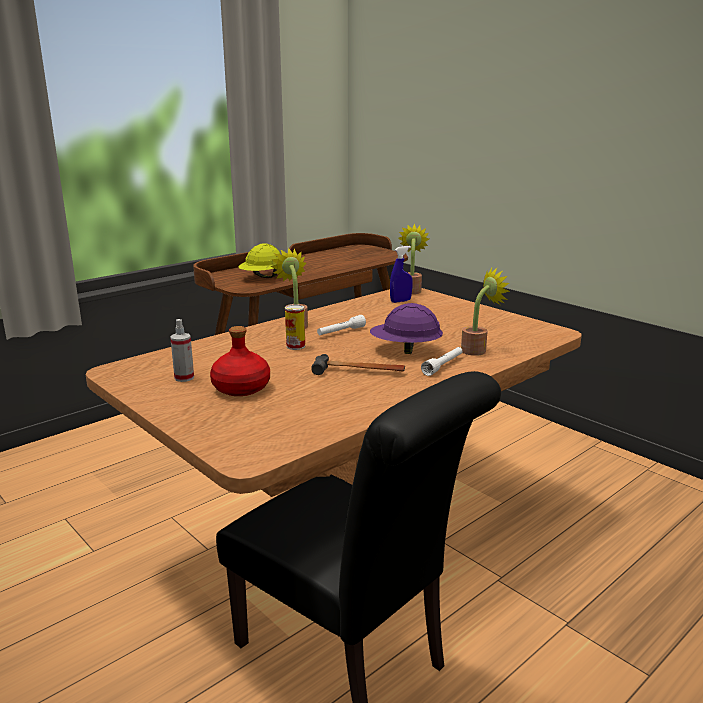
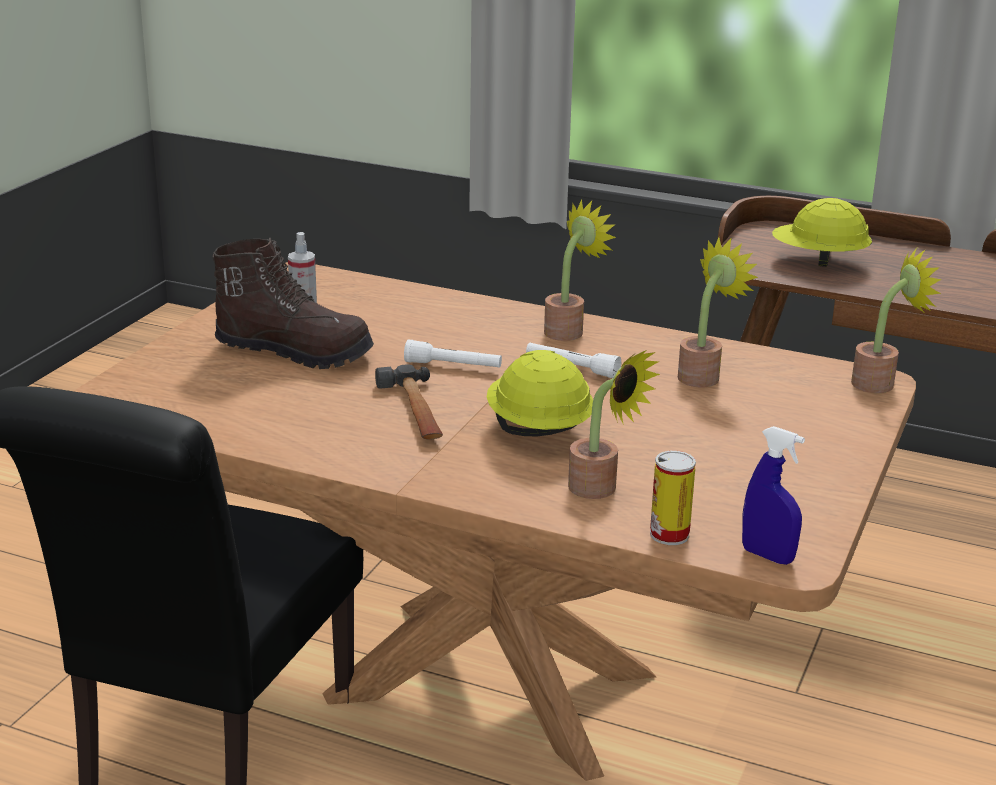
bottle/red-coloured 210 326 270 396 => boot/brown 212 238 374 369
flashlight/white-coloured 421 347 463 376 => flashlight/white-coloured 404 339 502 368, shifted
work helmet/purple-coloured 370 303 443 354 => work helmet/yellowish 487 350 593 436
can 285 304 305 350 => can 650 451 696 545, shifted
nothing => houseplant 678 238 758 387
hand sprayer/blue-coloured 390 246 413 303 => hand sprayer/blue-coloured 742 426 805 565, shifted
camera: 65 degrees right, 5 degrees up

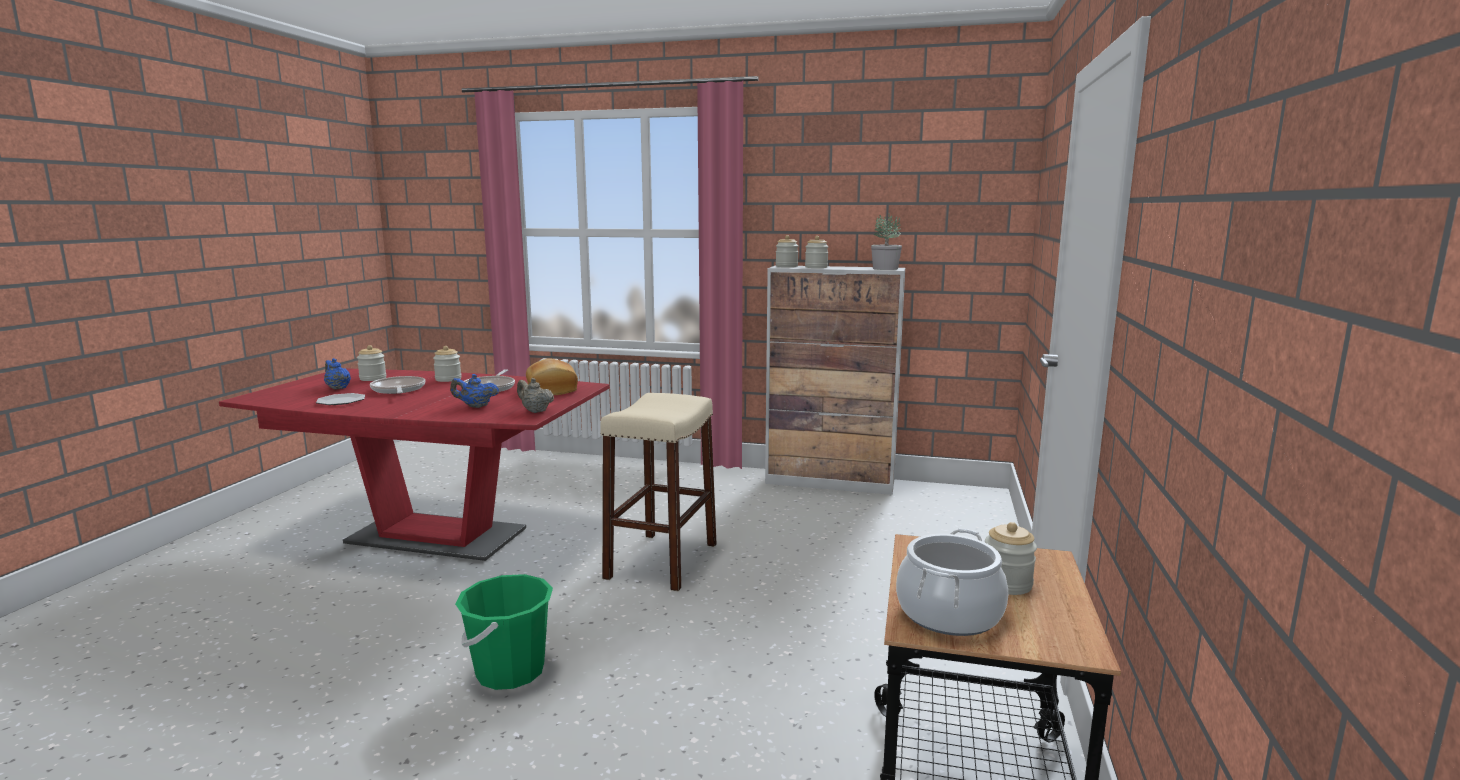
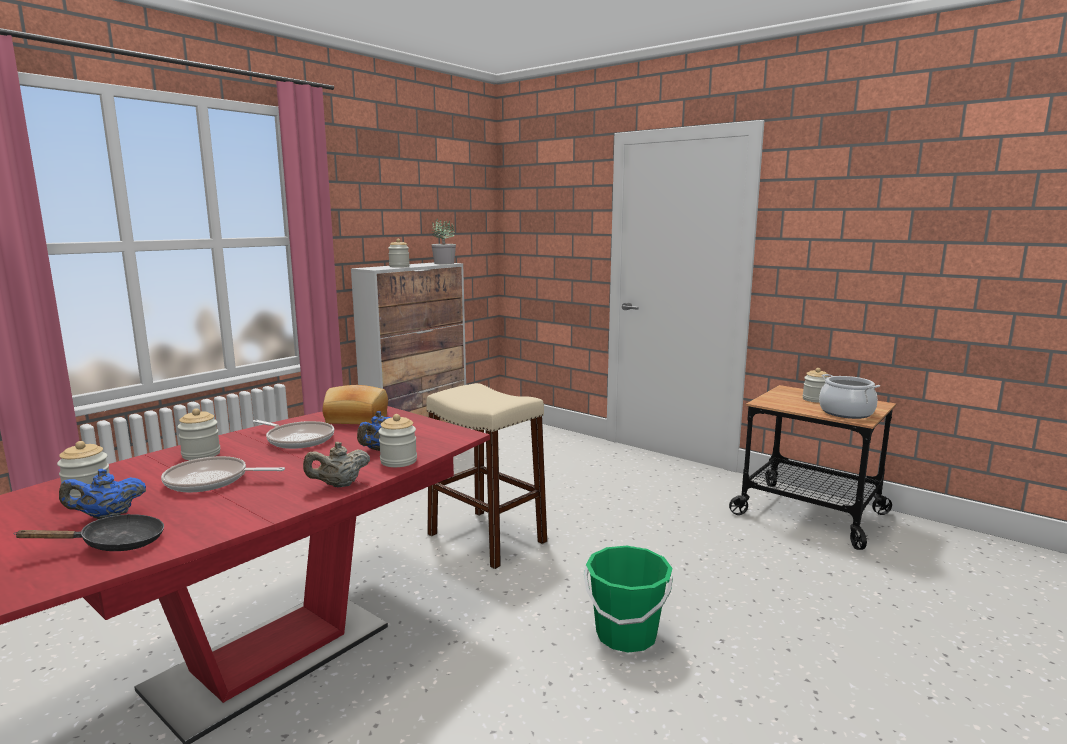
nothing => frying pan/black 15 514 164 551
pot for tea/beige-coloured 517 378 554 413 => pot for tea/beige-coloured 303 442 370 487, shifted
storage jar 776 235 798 267 => storage jar 378 414 417 467, shifted
dinner plate 316 393 365 405 => nothing
camera: 65 degrees left, 0 degrees up

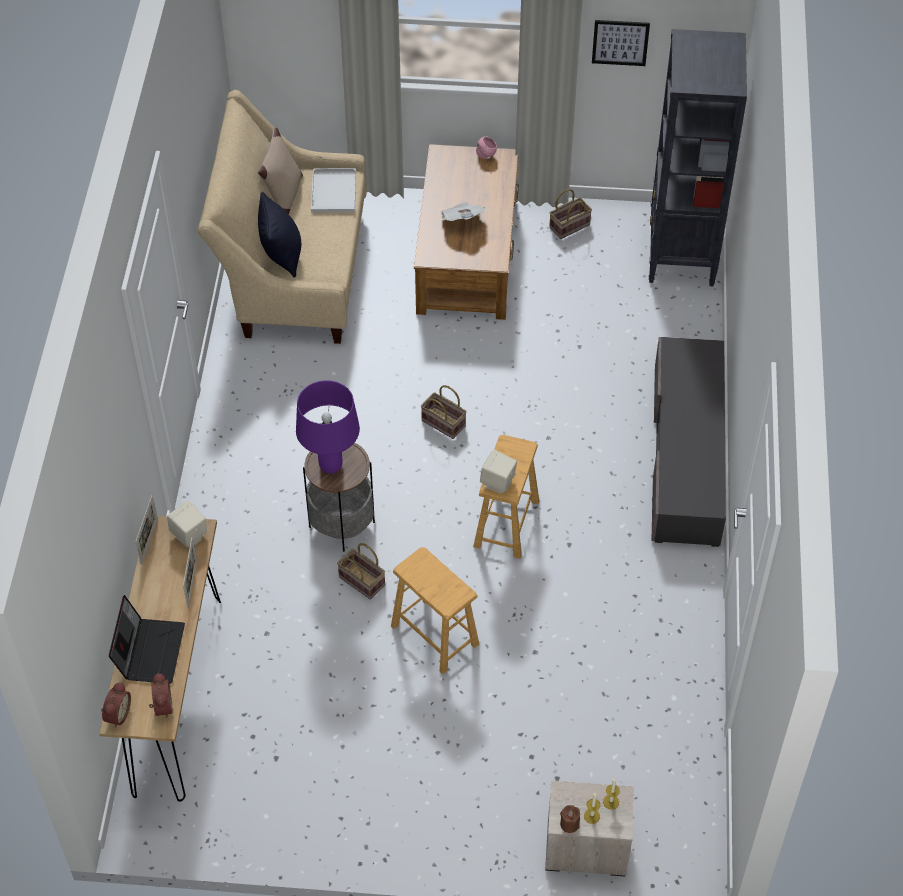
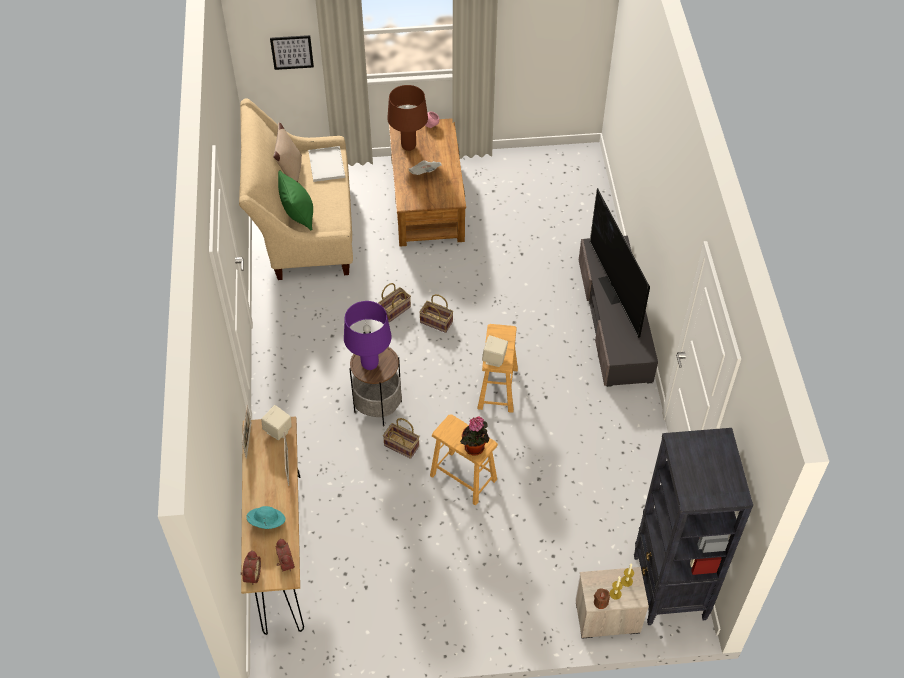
laptop 109 595 185 684 => clothing hat/blue-green 246 506 285 529
picture 592 20 650 66 => picture 270 35 314 70, shifted
pillow/black 258 192 301 278 => pillow/green 278 170 313 231
storage basket 549 189 592 239 => storage basket 378 283 411 322, shifted
nothing => lamp for a table/brown 387 85 428 151
nothing => houseplant 460 416 490 456
nothing => TV 590 188 650 338
bookshelf/black 649 29 747 286 => bookshelf/black 634 428 753 625, shifted
camera: 10 degrees left, 0 degrees up

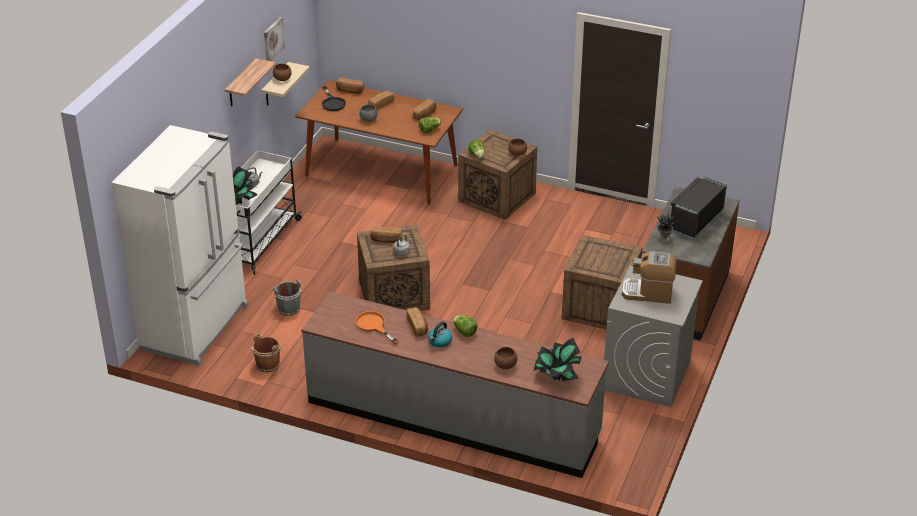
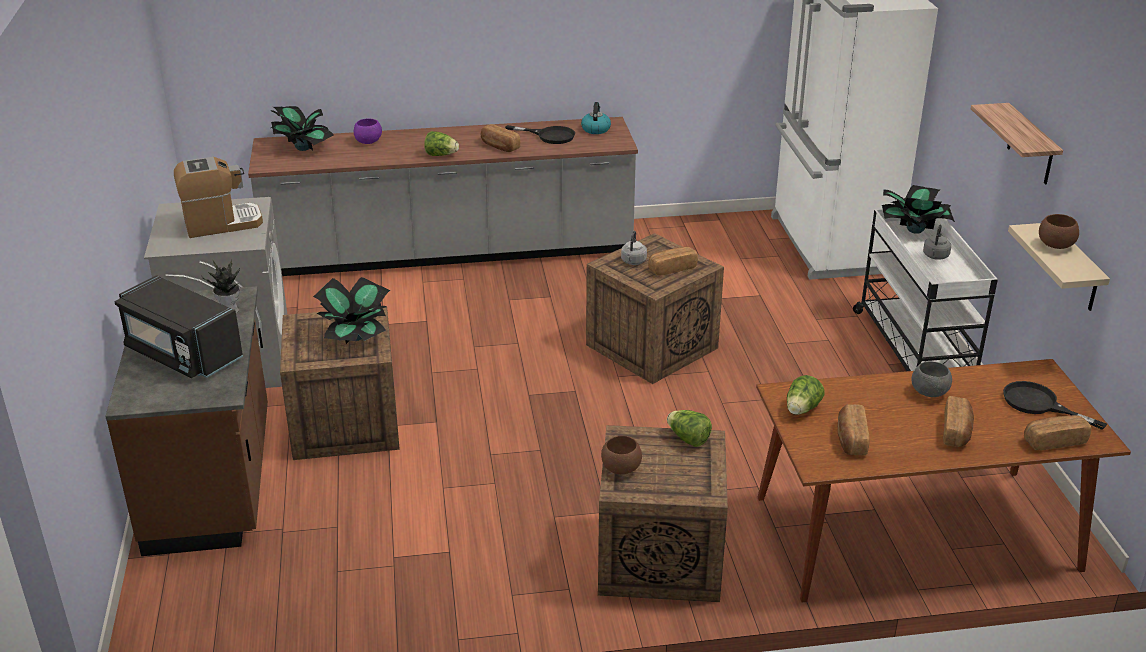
microwave/black 670 177 727 239 => microwave/black 114 275 243 378, 120 degrees clockwise
nothing => houseplant 313 277 390 344
bowl/brown 494 347 517 369 => bowl/purple-coloured 354 119 382 144
frying pan/orange-coloured 355 311 399 344 => frying pan/black 505 125 575 144
tea kettle 428 321 452 348 => tea kettle 581 102 611 134, shifted
bucket/brown 251 334 283 373 => nothing
picture 264 17 285 61 => nothing
bucket/greyish 272 280 301 316 => nothing
camera: 150 degrees right, 5 degrees down

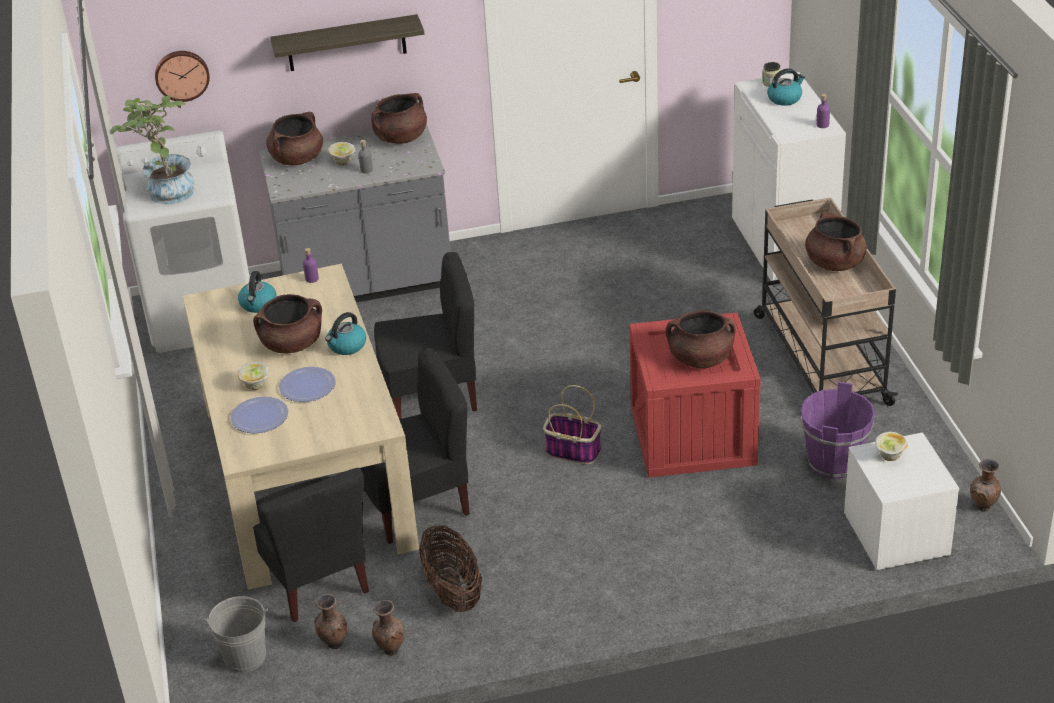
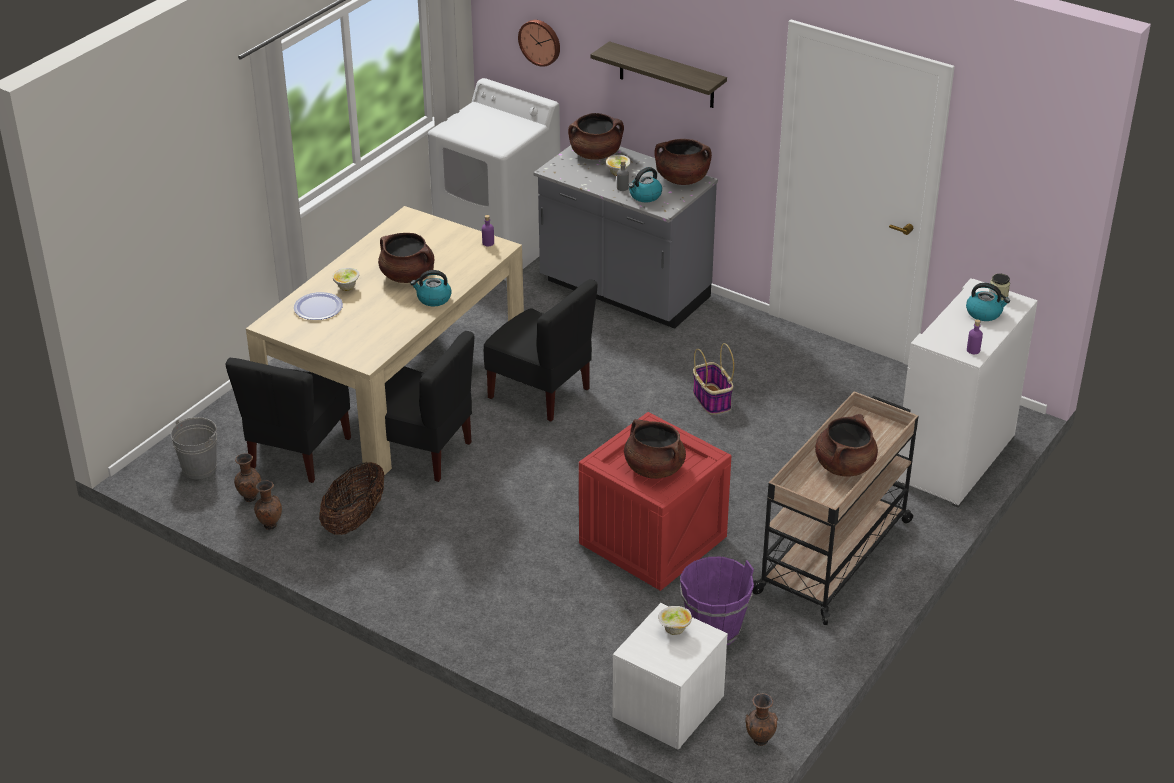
tea kettle 238 271 277 313 => tea kettle 628 167 662 202, shifted
storage basket 543 385 601 464 => storage basket 693 343 734 415, shifted
houseplant 111 95 194 204 => nothing
dinner plate 279 367 336 402 => nothing
camera: 45 degrees right, 0 degrees up

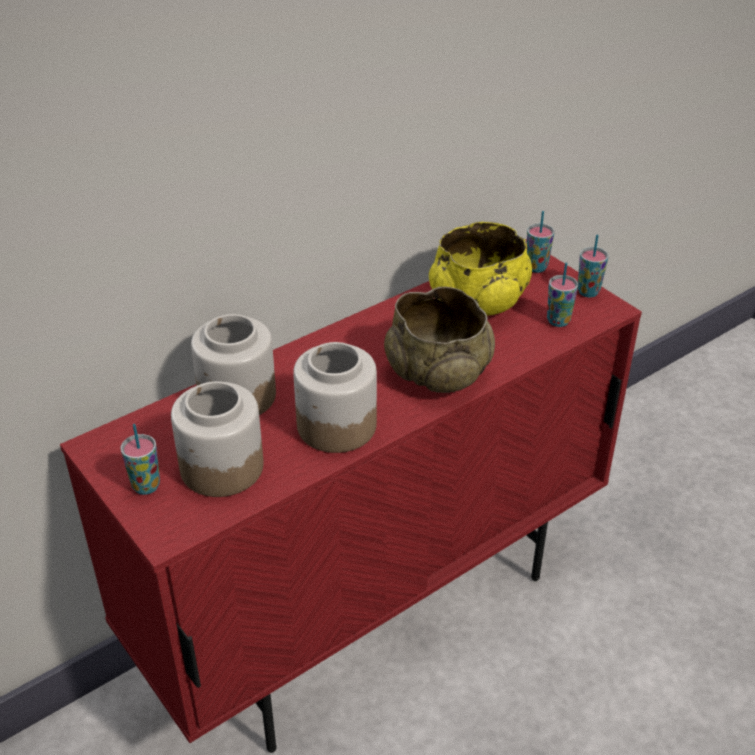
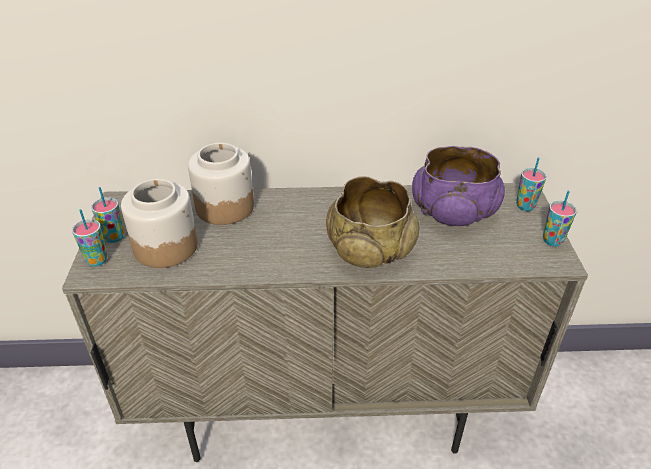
storage cabinet/red-coloured 60 239 642 753 => storage cabinet/beige-coloured 62 183 588 462
small cup 547 263 578 327 => small cup 72 209 107 267, shifted
bowl/yellowish 429 221 532 316 => bowl/purple-coloured 412 146 505 226
storage jar 293 342 377 453 => nothing
camera: 35 degrees right, 0 degrees up

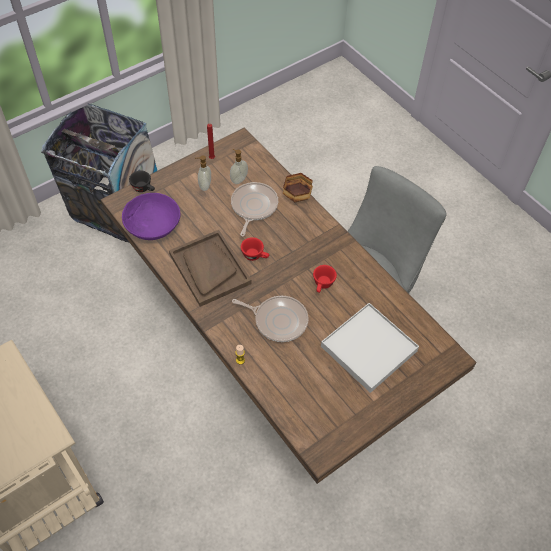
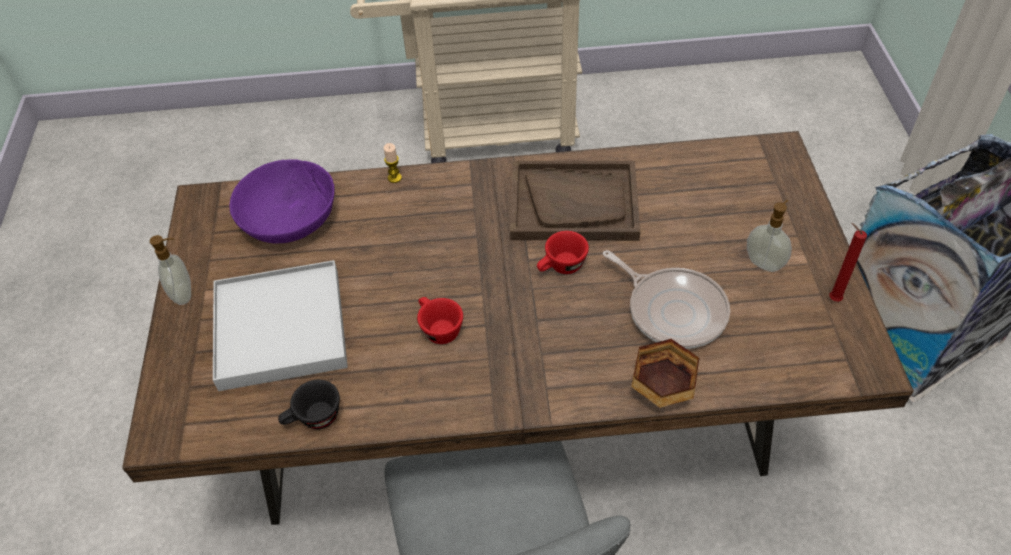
soap bottle 230 149 248 184 => soap bottle 150 235 191 305, shifted
bowl/purple-coloured 122 193 181 240 => bowl/purple-coloured 230 160 335 243, shifted
small cup/black 129 171 155 192 => small cup/black 278 380 340 429, shifted
frying pan 232 296 309 342 => nothing
camera: 125 degrees right, 5 degrees down

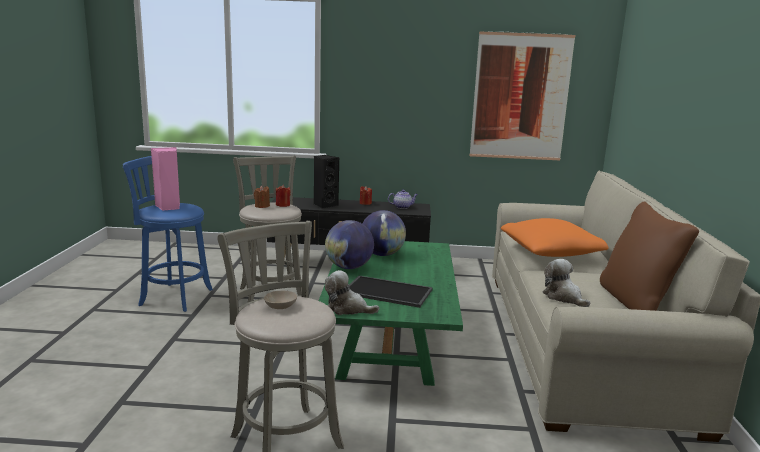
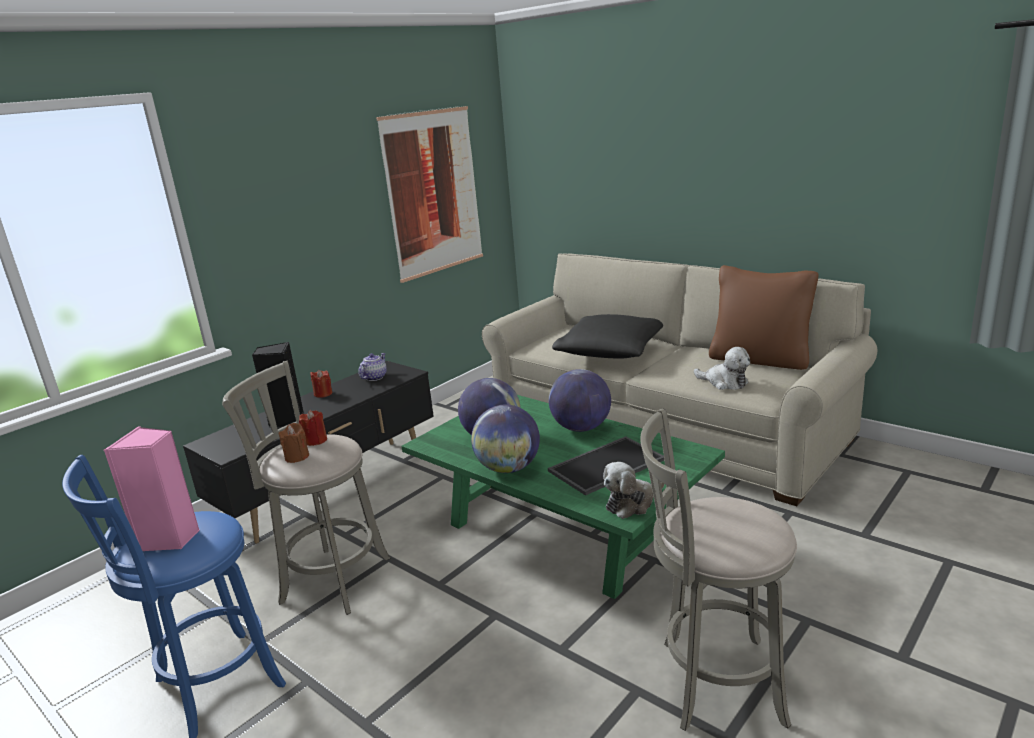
nothing => desk globe 549 369 611 432
pillow/orange-coloured 501 218 609 257 => pillow/black 552 314 663 359
cuddly toy 543 259 590 307 => cuddly toy 694 347 750 390, 150 degrees counterclockwise
bowl/beige-coloured 264 291 297 309 => nothing
camera: 50 degrees left, 5 degrees up

